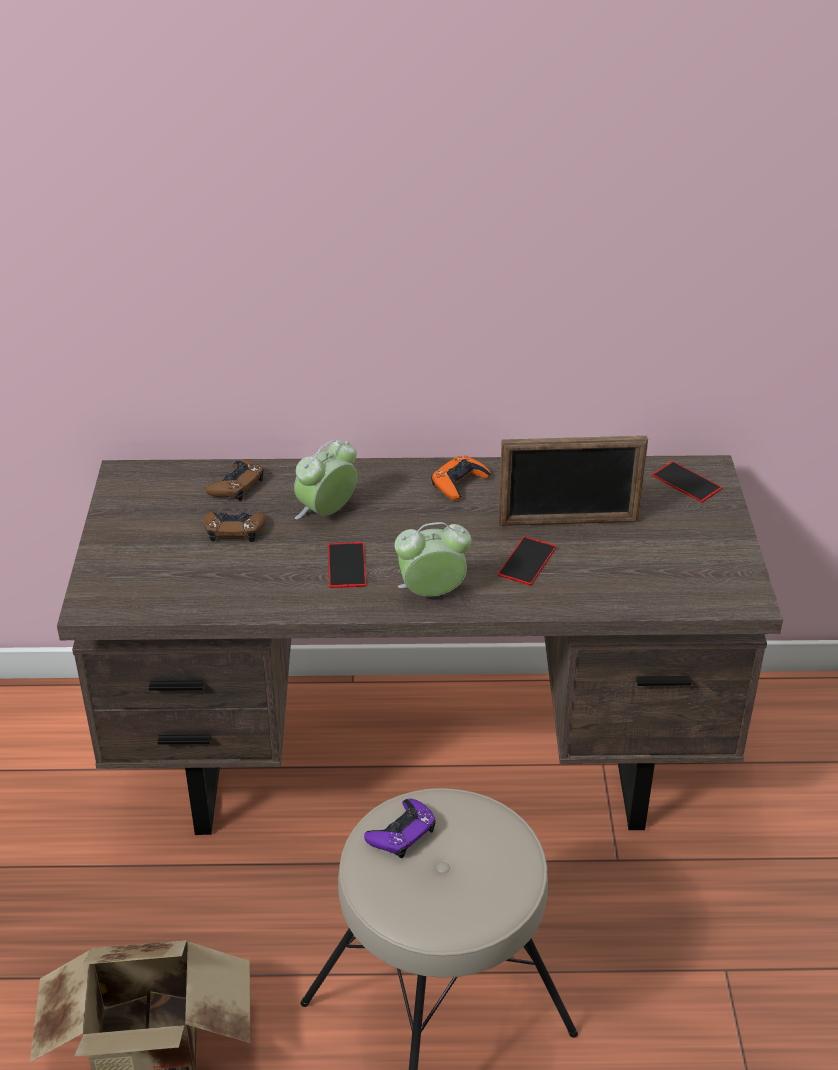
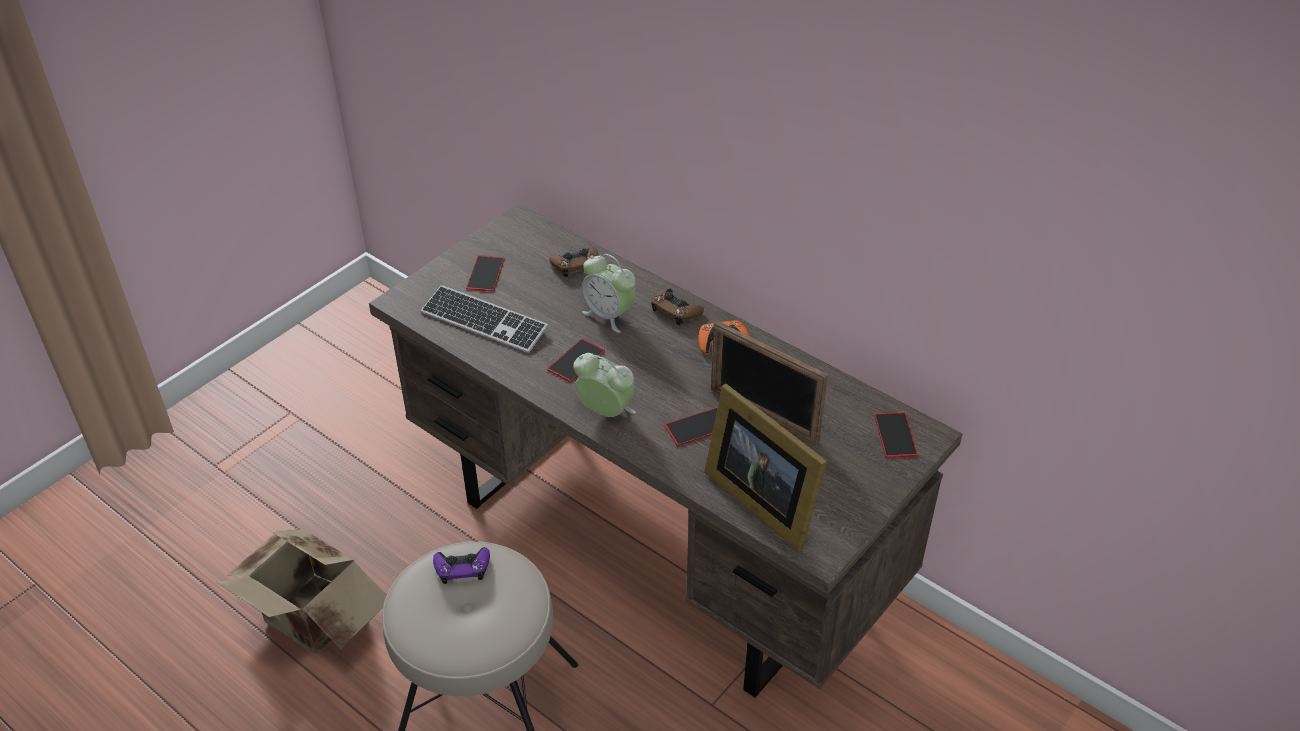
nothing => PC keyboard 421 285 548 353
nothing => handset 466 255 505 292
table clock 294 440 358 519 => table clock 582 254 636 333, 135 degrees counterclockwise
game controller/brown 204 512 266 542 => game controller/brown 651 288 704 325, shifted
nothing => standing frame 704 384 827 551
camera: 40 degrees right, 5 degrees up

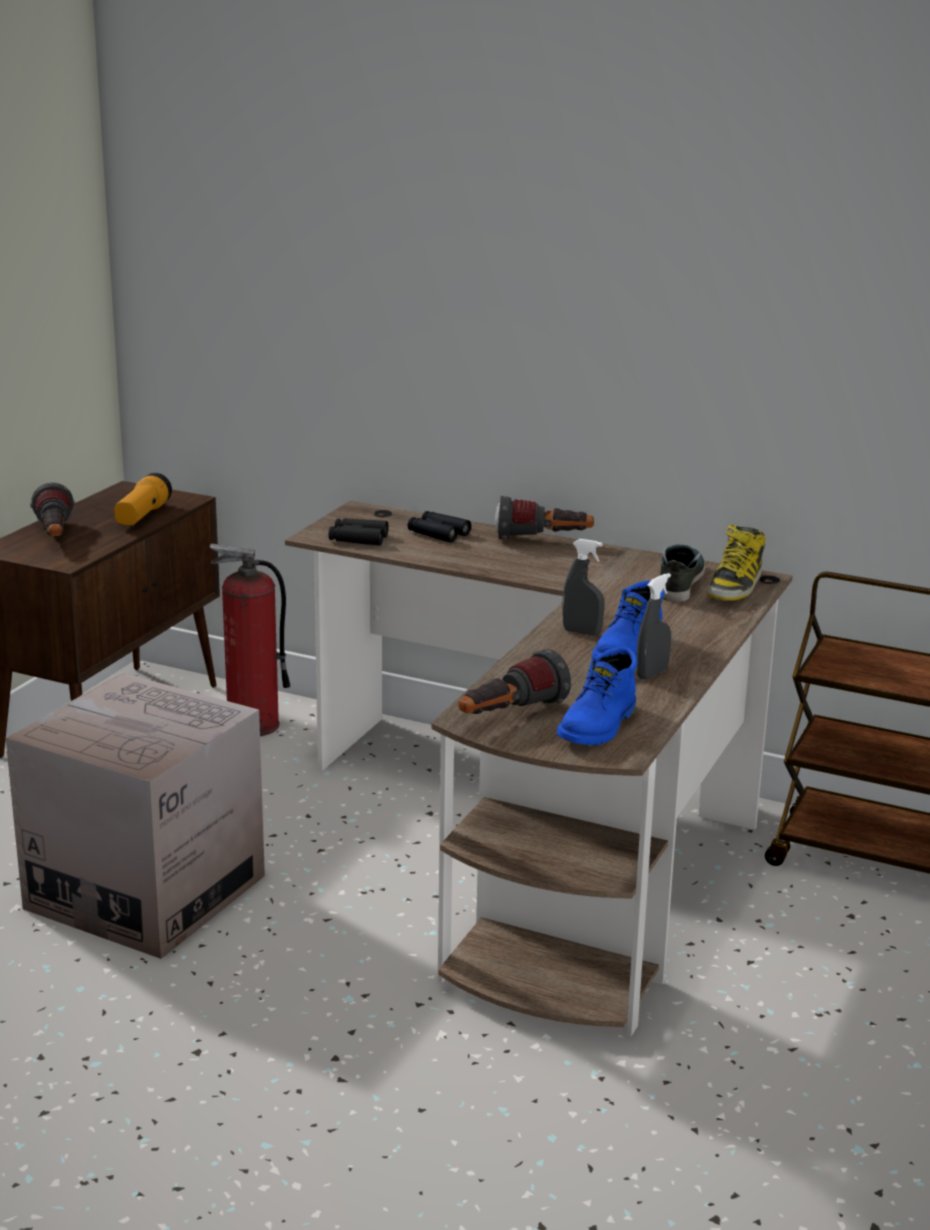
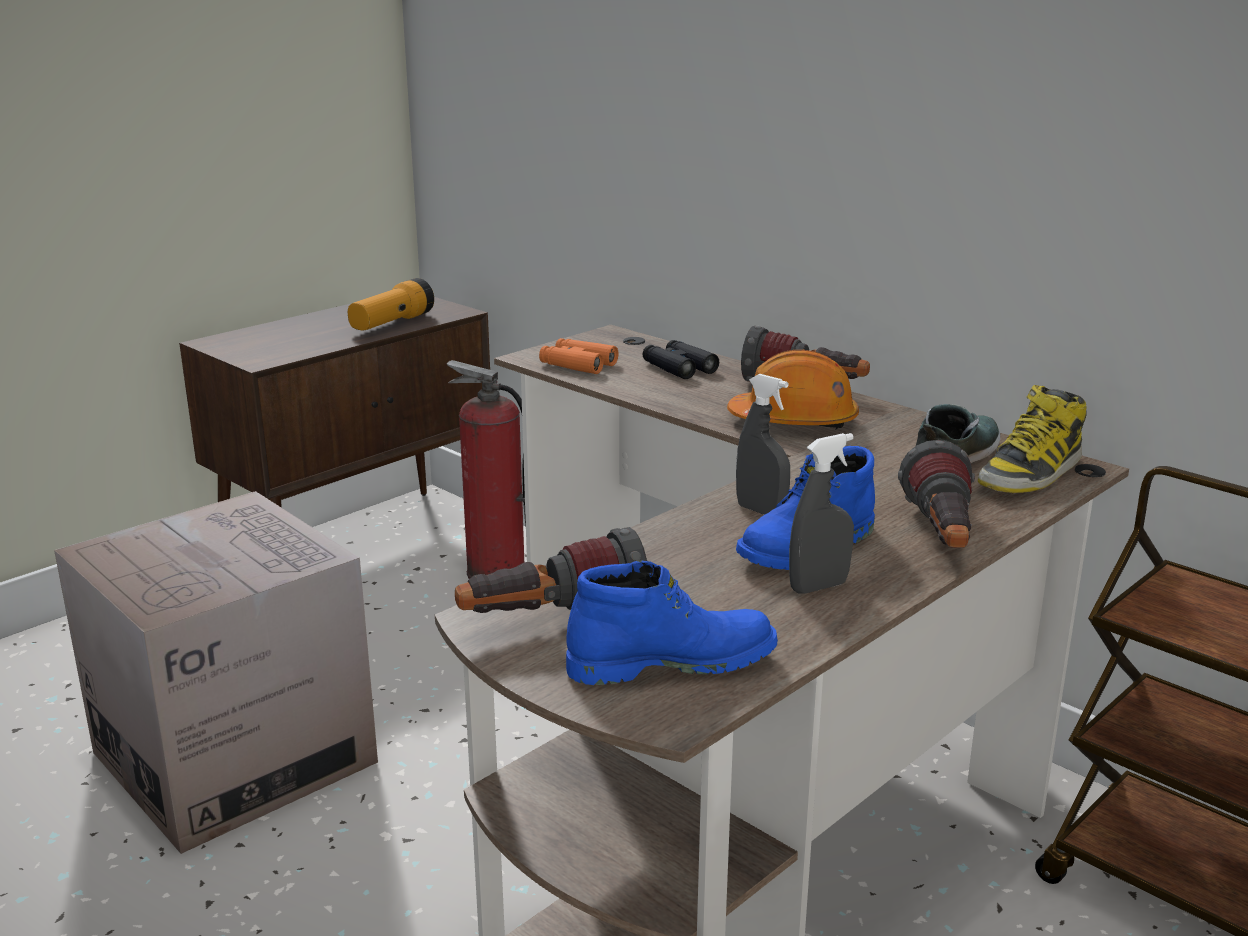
binoculars/black 329 518 389 545 => binoculars/orange-coloured 539 338 619 374
boot/blue-coloured 557 647 637 745 => boot/blue-coloured 566 561 778 685, 150 degrees counterclockwise
nothing => work helmet/orange-coloured 727 350 859 429
flashlight 30 483 75 536 => flashlight 898 440 975 548, shifted
camera: 20 degrees right, 0 degrees up

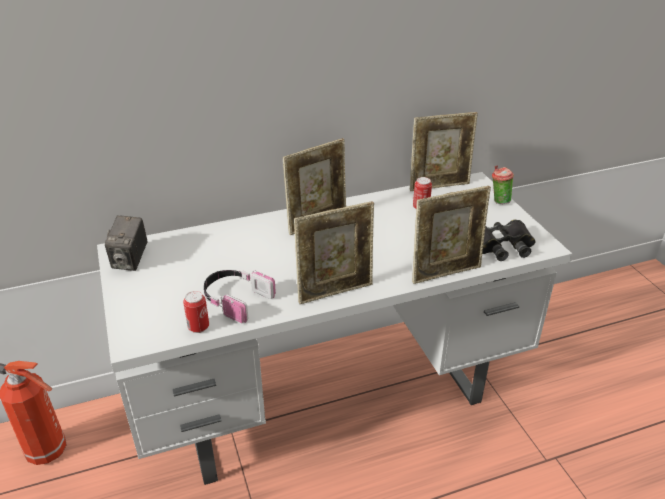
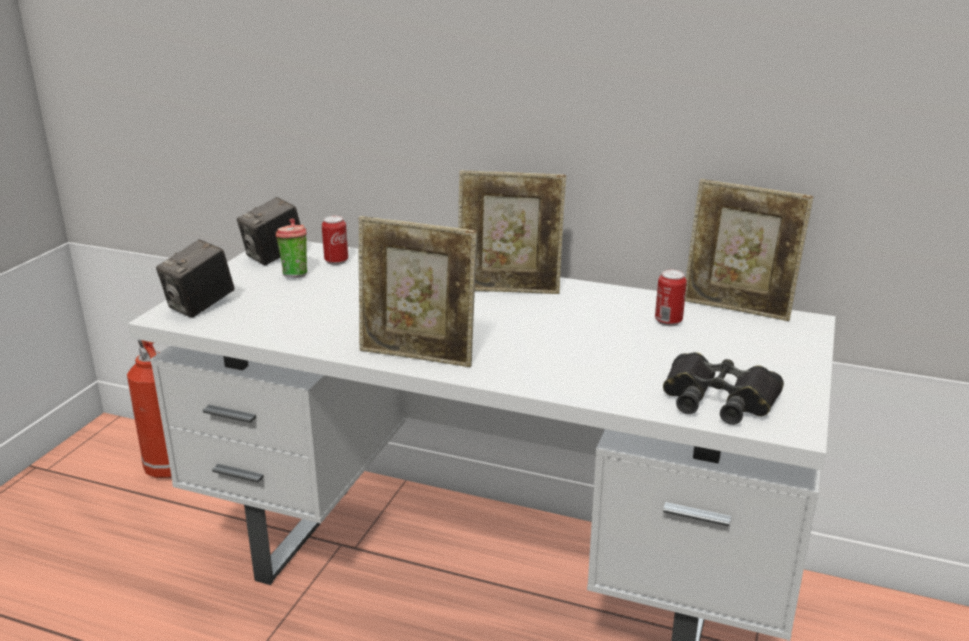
nothing => photo camera 156 239 235 318
small cup 492 165 514 204 => small cup 275 218 307 278, shifted
can 183 291 209 333 => can 322 216 348 265, shifted
pair of headphones 204 270 276 323 => nothing
standing frame 412 186 491 284 => nothing
camera: 40 degrees right, 10 degrees down

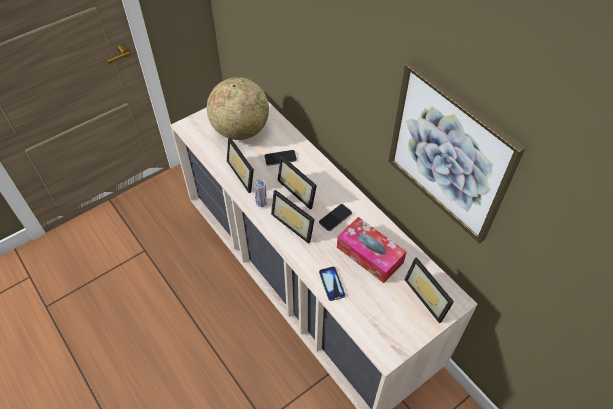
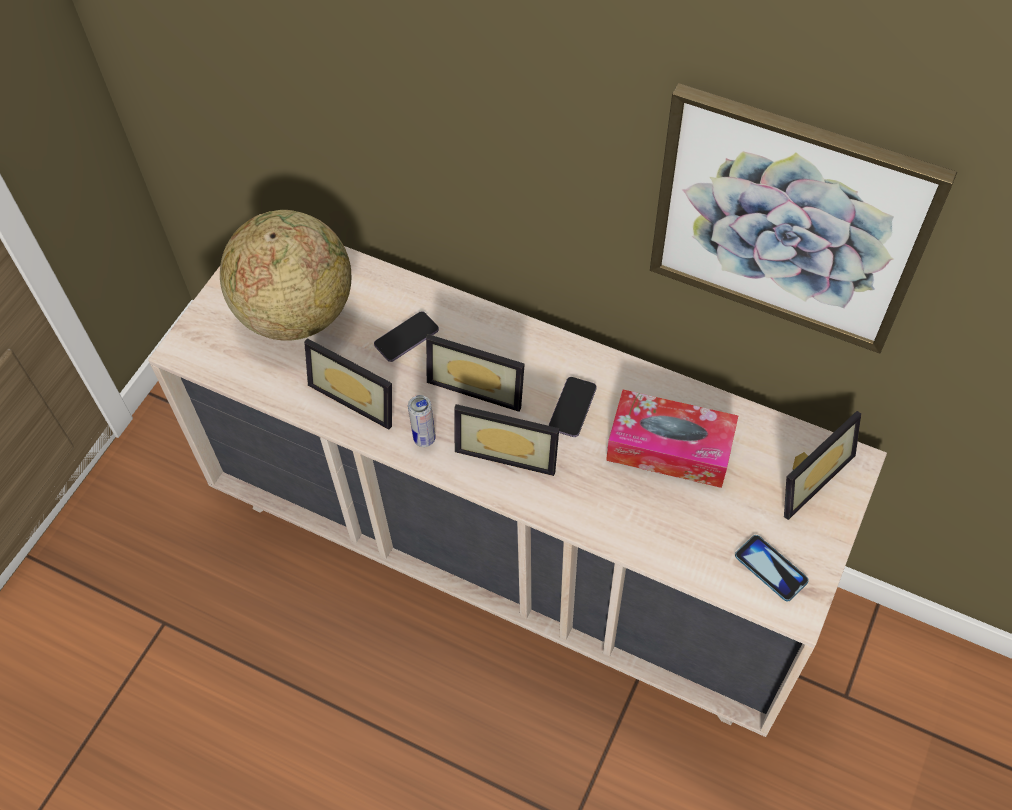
handset 319 266 345 301 => handset 735 535 809 601, shifted
standing frame 404 257 454 323 => standing frame 784 411 861 520, 75 degrees counterclockwise
camera: 25 degrees left, 5 degrees up

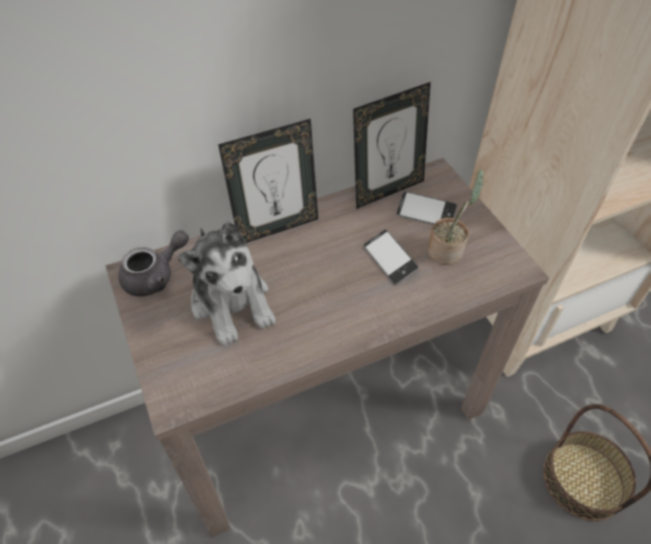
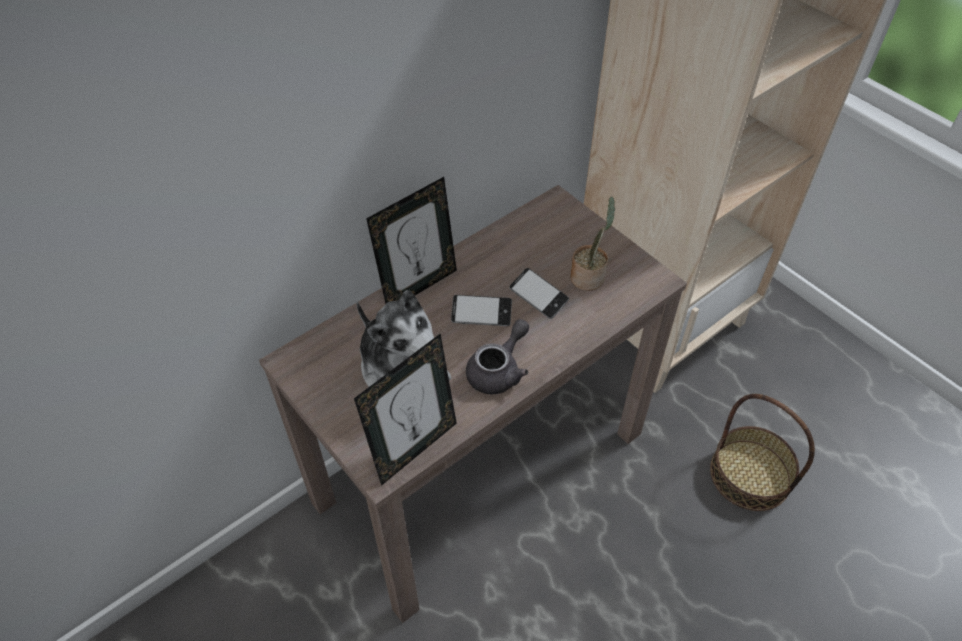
standing frame 353 82 431 209 => standing frame 354 333 457 486, shifted
handset 396 191 457 225 => handset 451 295 512 326, shifted
pot for tea/greyish 118 230 189 297 => pot for tea/greyish 466 319 529 394, shifted
camera: 15 degrees left, 0 degrees up

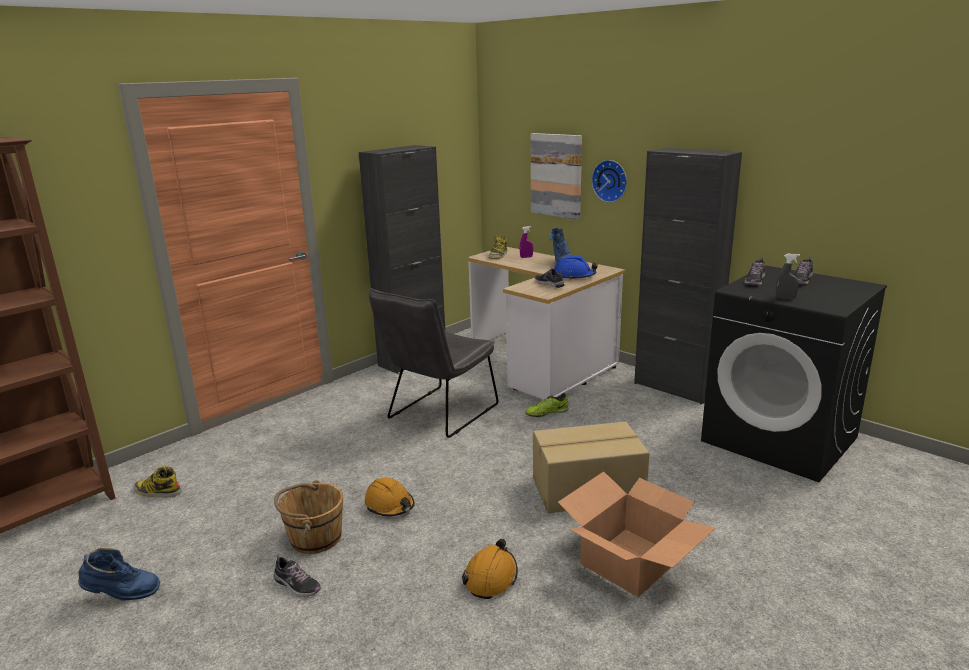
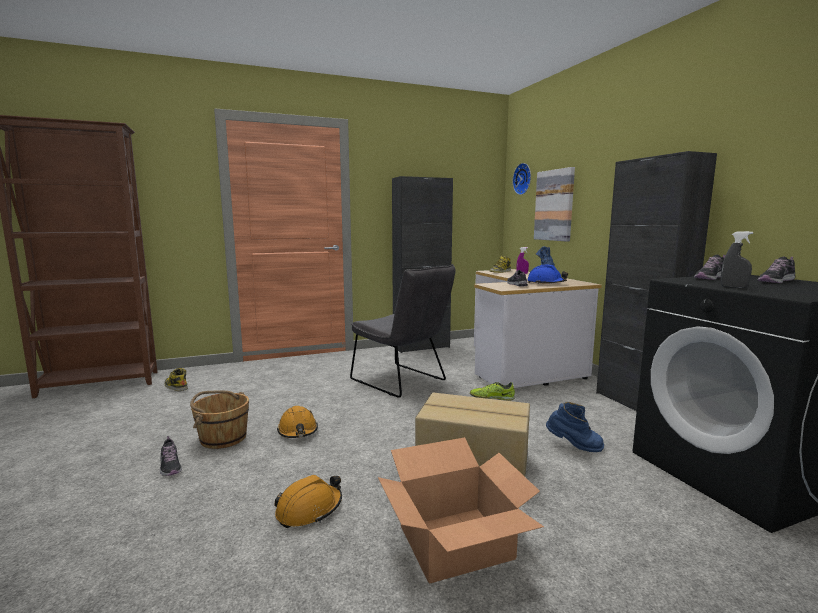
plain chair/greyish 369 288 498 438 => plain chair/greyish 350 264 456 398, 105 degrees counterclockwise
wall clock 591 160 627 203 => wall clock 512 163 531 195, shifted
boot/blue-coloured 78 548 160 601 => boot/blue-coloured 546 402 604 452, shifted
camera: 25 degrees right, 10 degrees down

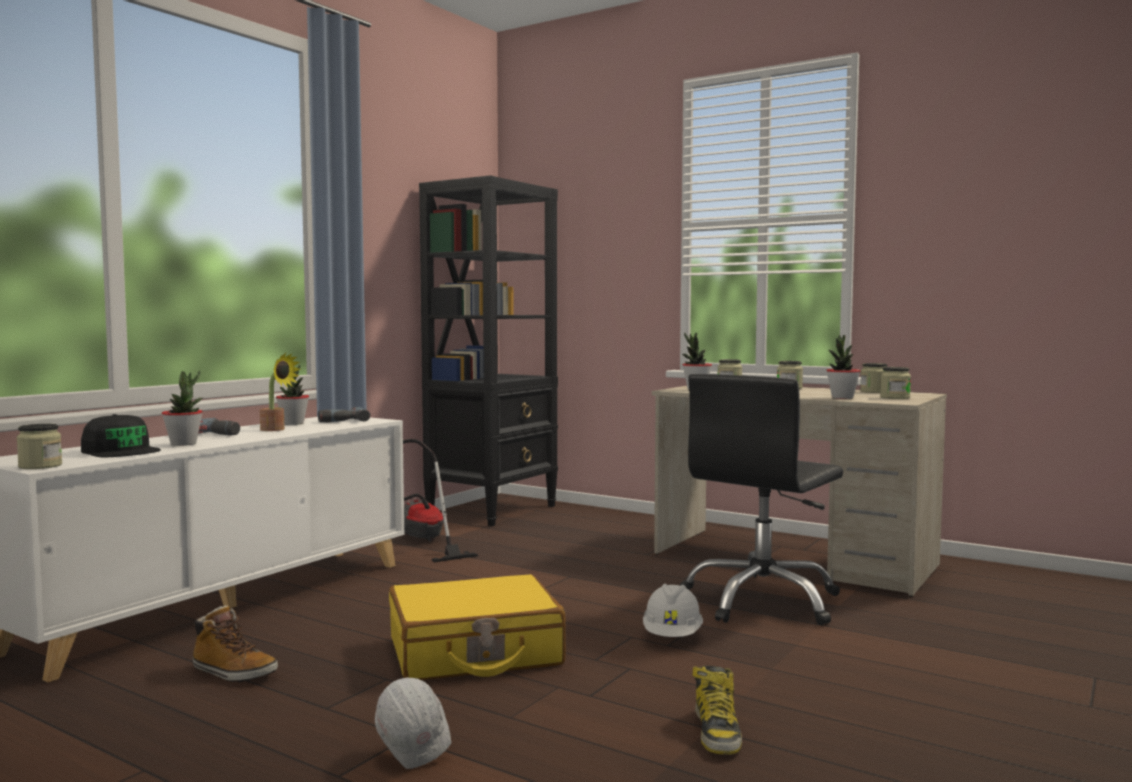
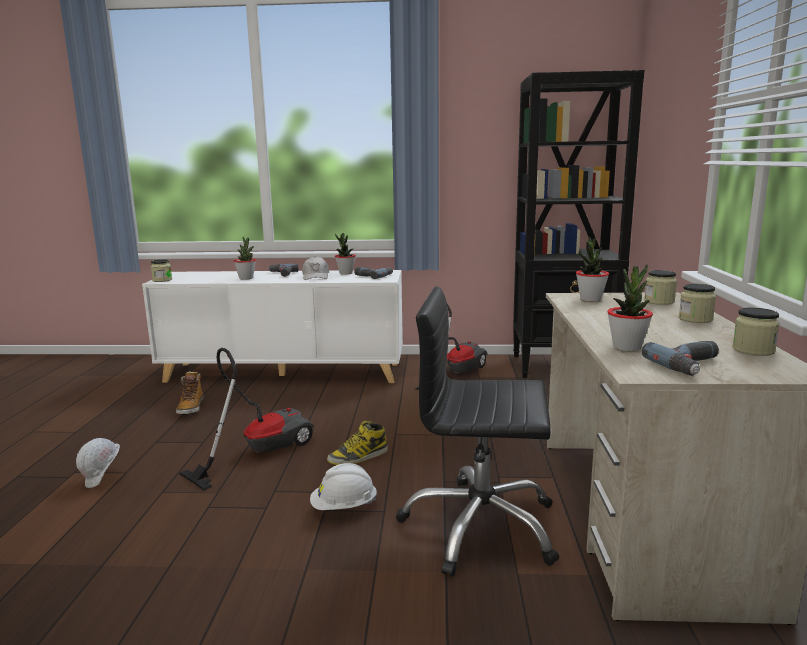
travel case/yellowish 389 574 566 680 => vacuum cleaner 179 348 314 491
houseplant 260 353 301 431 => cap/white-coloured 302 256 329 280
boot 692 666 742 755 => boot 327 421 388 465, shifted
storage jar 880 367 911 399 => drill 642 341 719 376
cap/black 81 414 161 457 => nothing
camera: 60 degrees right, 10 degrees up

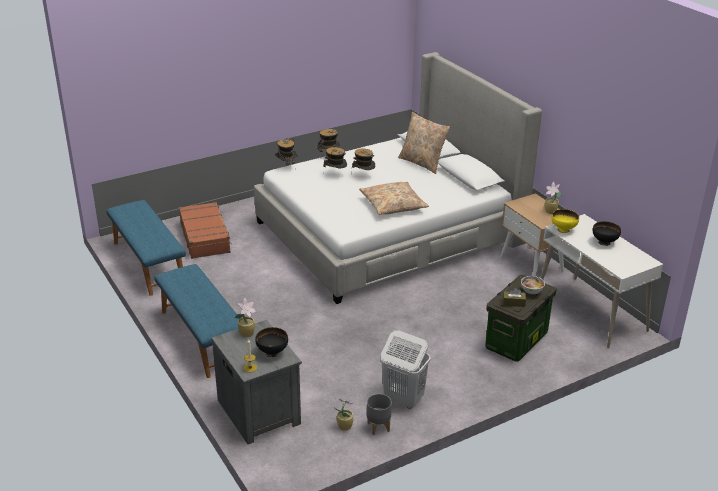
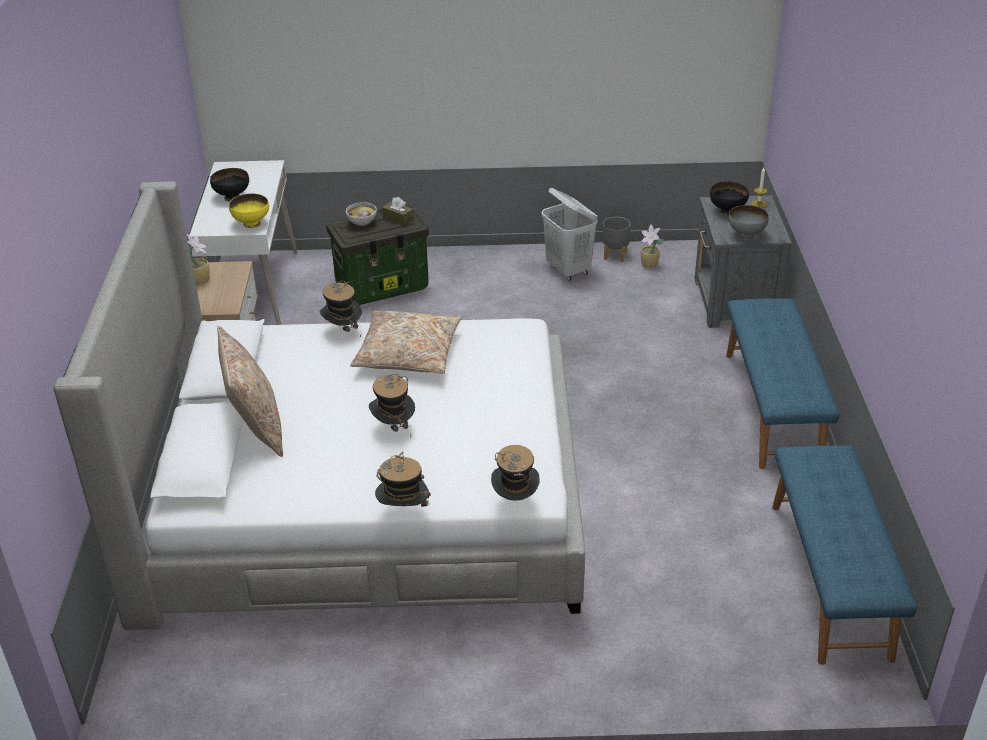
clothing hat 323 147 347 174 => clothing hat 320 281 362 338, shifted
houseplant 234 298 256 337 => bowl/greyish 728 205 769 240
travel case/brown 179 202 232 259 => nothing
camera: 150 degrees left, 5 degrees up

